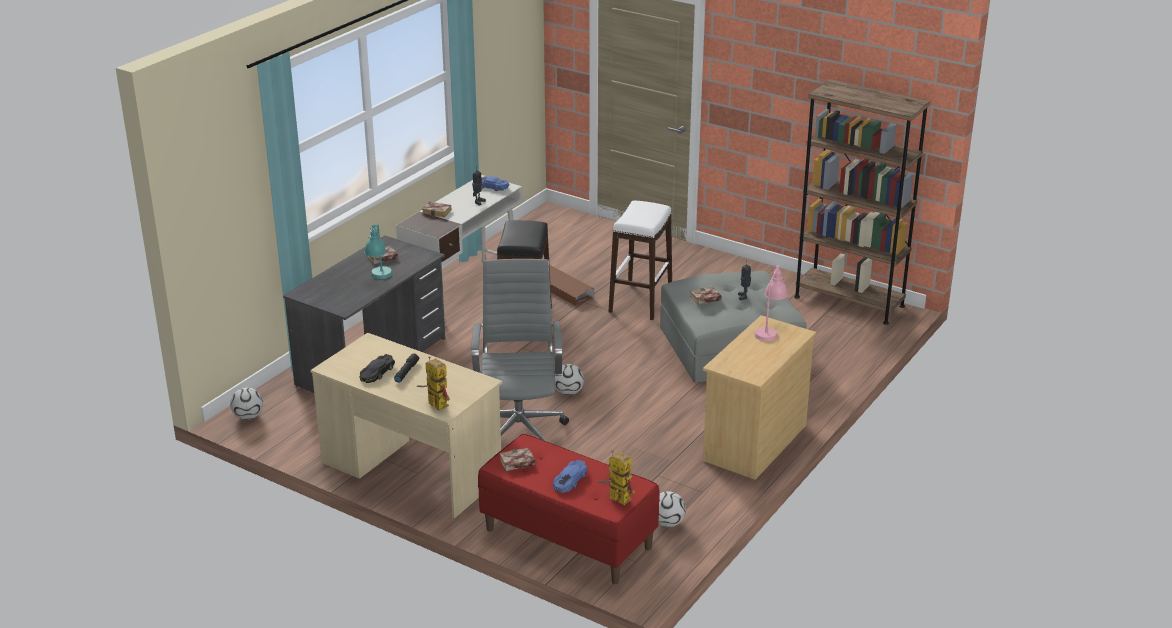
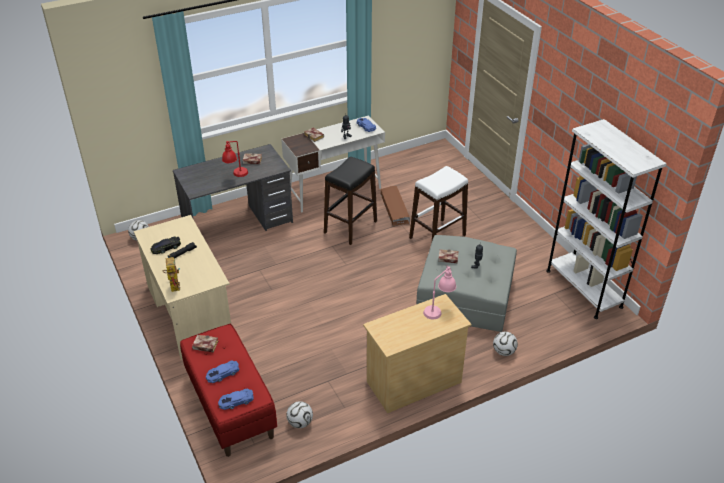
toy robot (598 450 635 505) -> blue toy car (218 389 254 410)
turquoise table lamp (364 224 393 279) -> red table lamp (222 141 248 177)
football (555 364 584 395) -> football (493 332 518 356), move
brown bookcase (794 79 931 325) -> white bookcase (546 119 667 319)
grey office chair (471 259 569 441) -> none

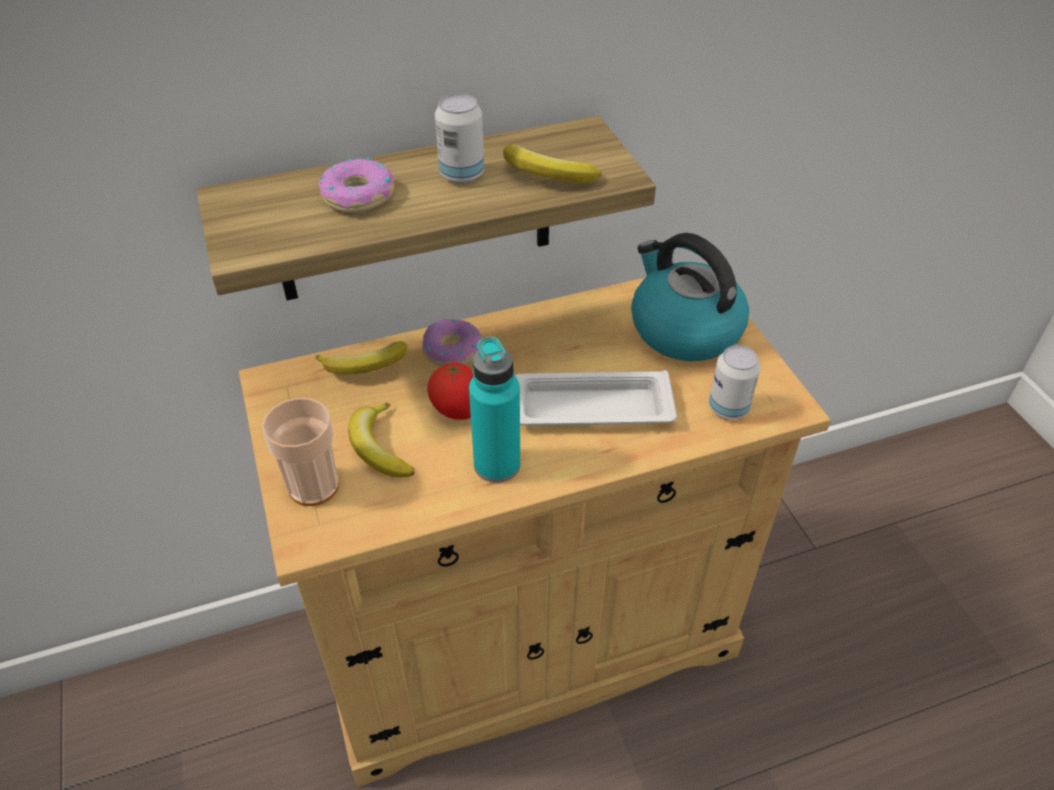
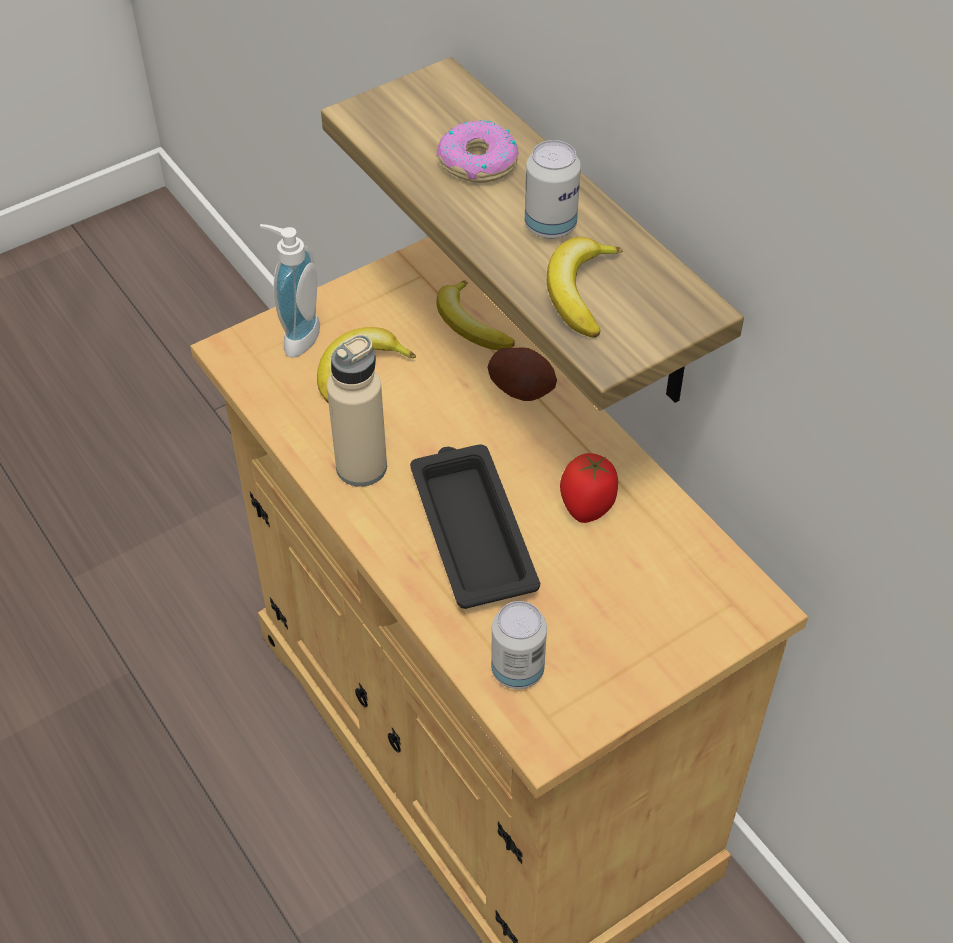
cup (262 398 339 506) -> soap dispenser (260 224 320 357)
turquoise bottle (469 337 520 483) -> beige bottle (327 334 387 487)
white tray (515 370 677 426) -> black tray (410 444 540 609)
donut (422 319 482 367) -> potato (487 347 557 401)
tomato (427 362 473 420) -> tomato (560 453 618 523), move
kettle (631 233 749 361) -> none

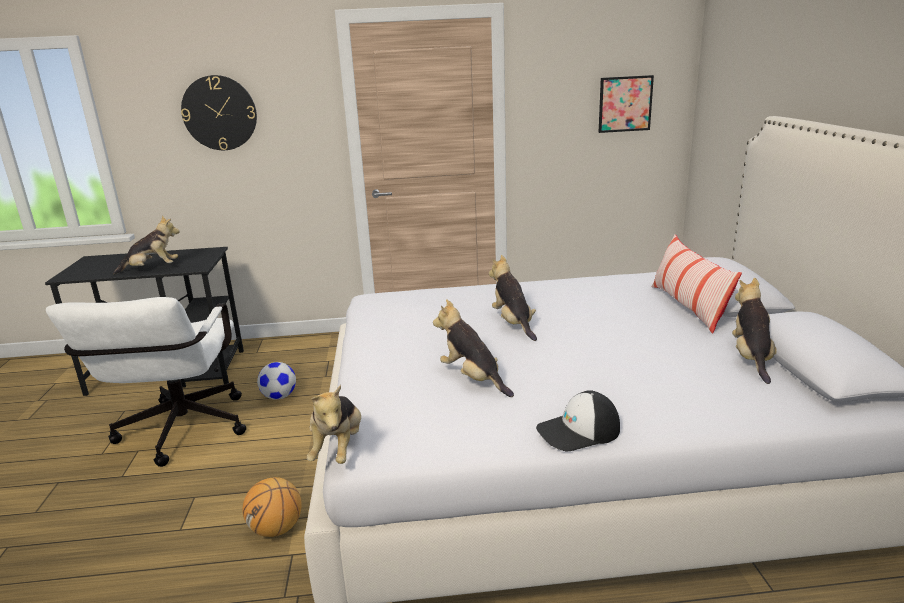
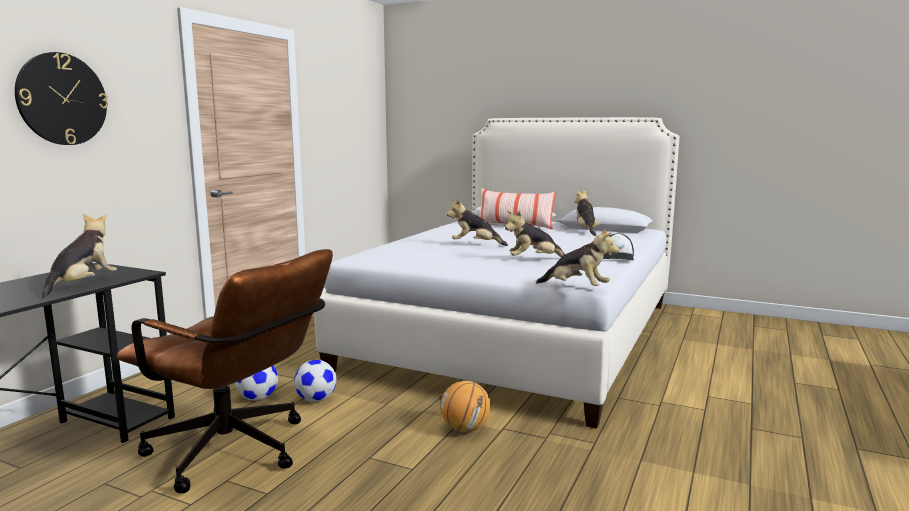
white office chair (46 297 246 467) -> brown office chair (117 249 333 493)
none -> football (294 360 337 402)
plush toy (732 278 777 384) -> plush toy (575 189 601 236), 45 degrees clockwise
picture (598 75 654 133) -> none

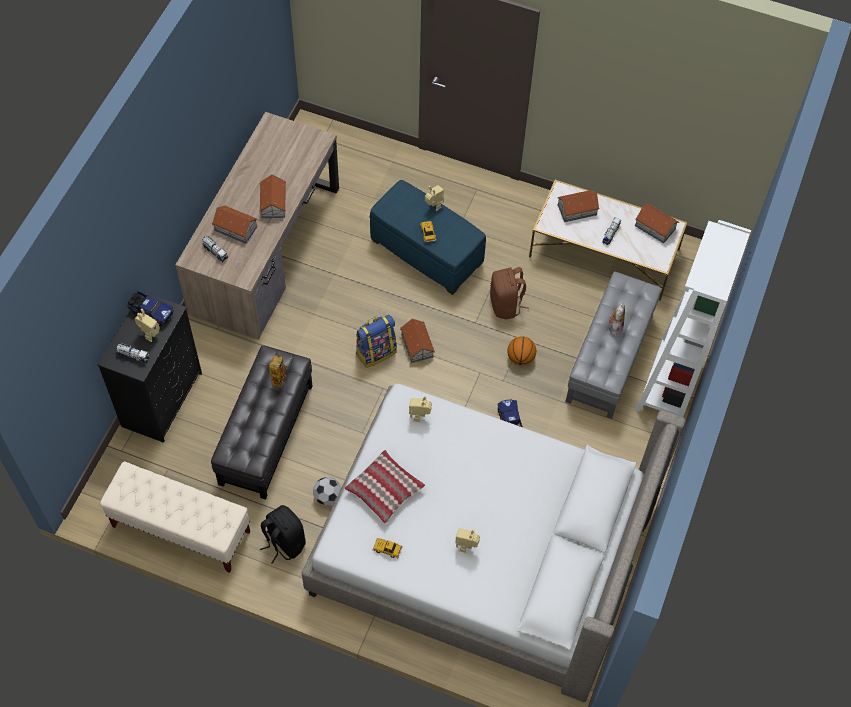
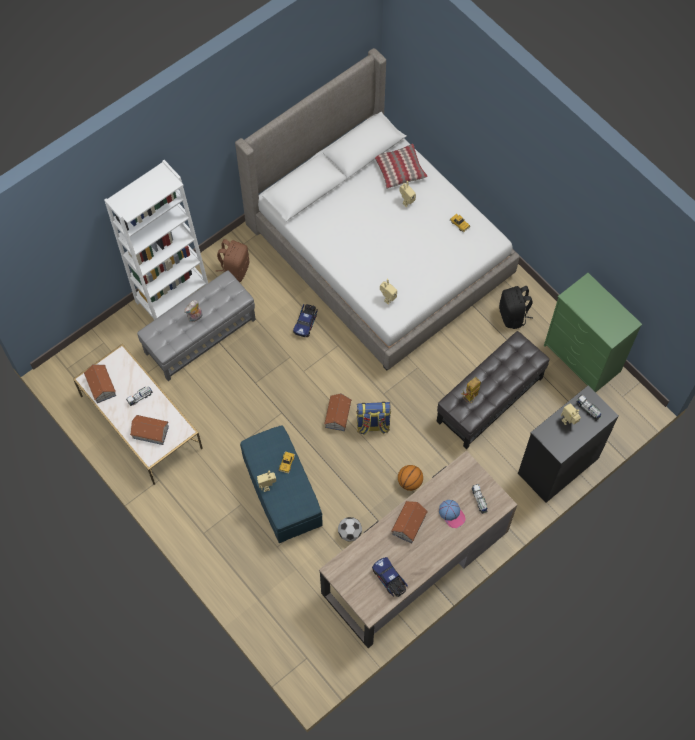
brown backpack (490 267 529 319) -> brown backpack (216 239 249 282), move
football (313 477 341 506) -> football (338 517 362 542), move
toy truck (127 291 174 326) -> toy truck (372 557 408 597), move
pillow (344 450 425 524) -> pillow (375 144 428 189), move
basketball (507 336 536 365) -> basketball (398 465 423 491), move
toy house (212 206 258 244) -> cap (439 500 465 528)
beige bench (100 462 250 573) -> green dresser (544 273 642 392)

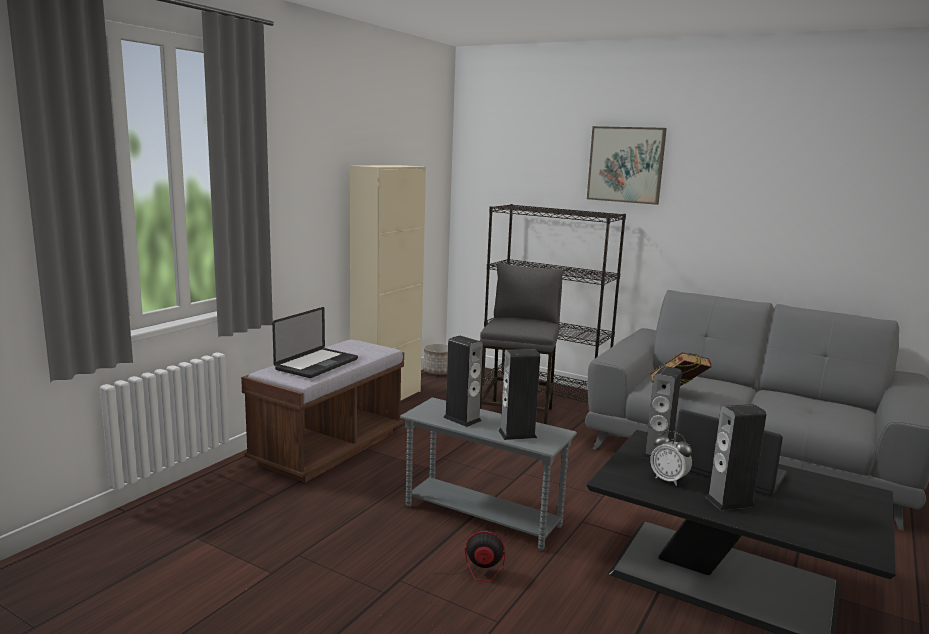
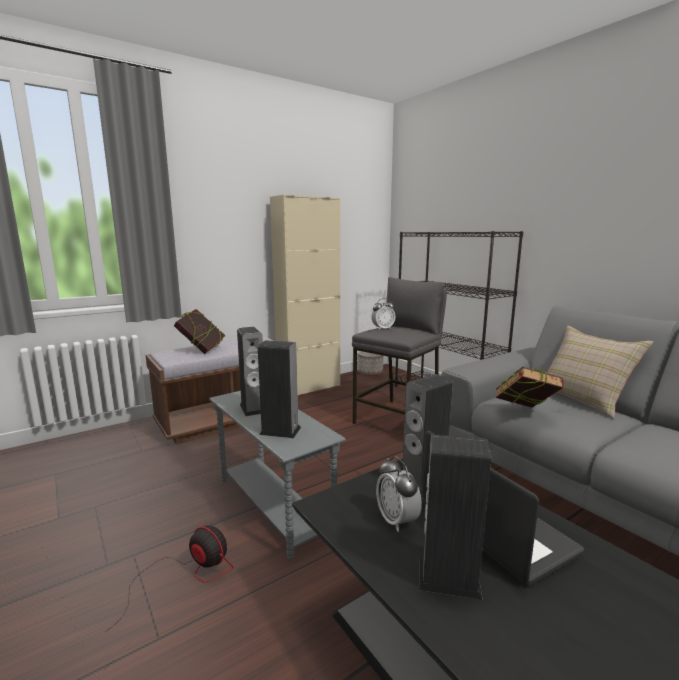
laptop (272 307 358 378) -> book (174 309 225 354)
none -> alarm clock (371 298 395 330)
none -> beige pillow (547 326 653 419)
picture (587 126 667 205) -> none

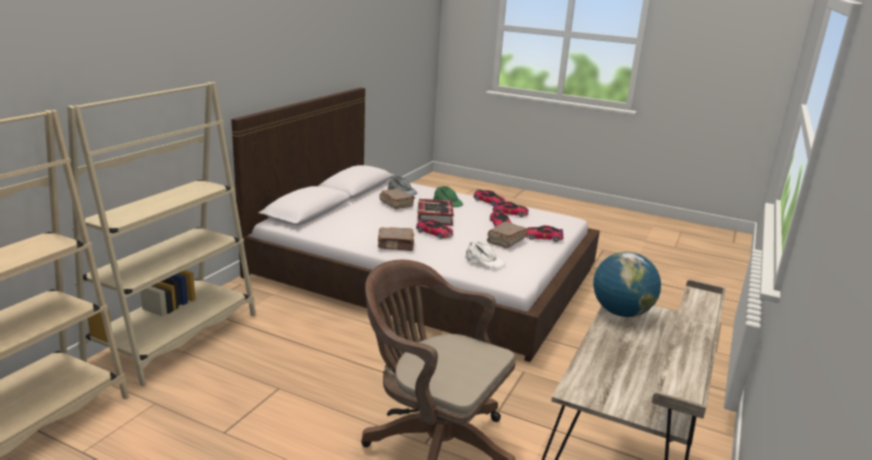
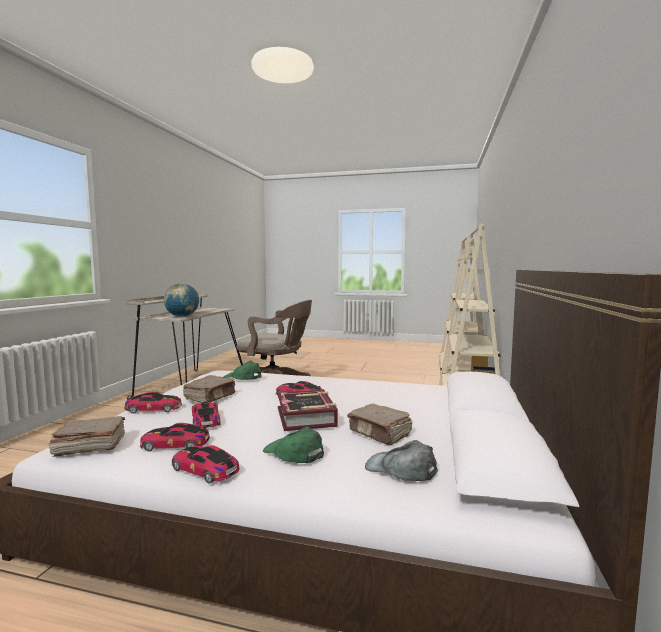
brown book (378 227 414 251) -> brown book (48 416 125 457), move
white cap (466 241 506 268) -> green cap (223 361 261 380)

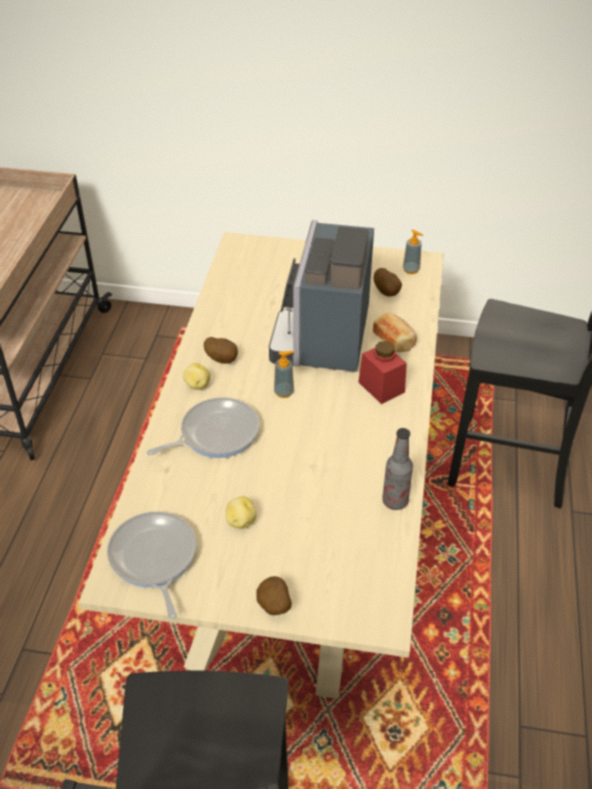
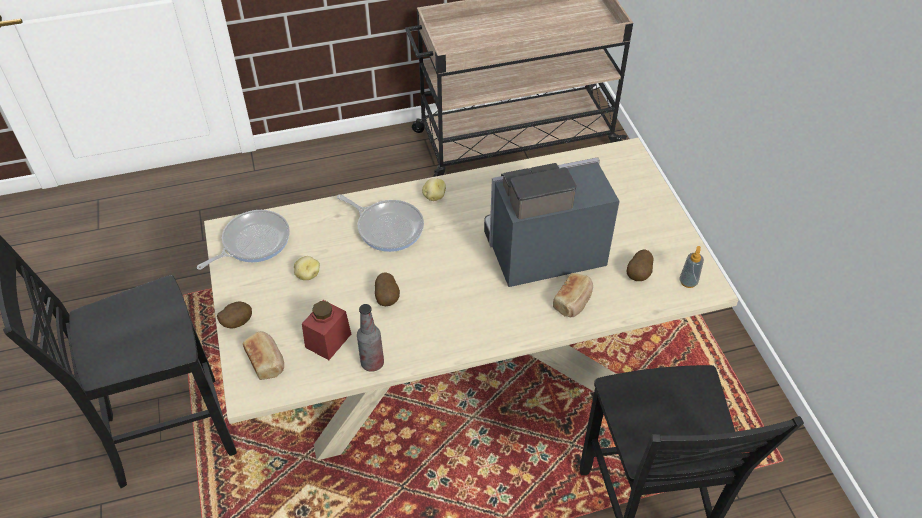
none -> bread (243 332 284 380)
red jar (359 341 407 404) -> red jar (302 300 351 360), move
potato (204 337 238 364) -> potato (375 272 400 306), move
soap dispenser (274 351 294 398) -> none

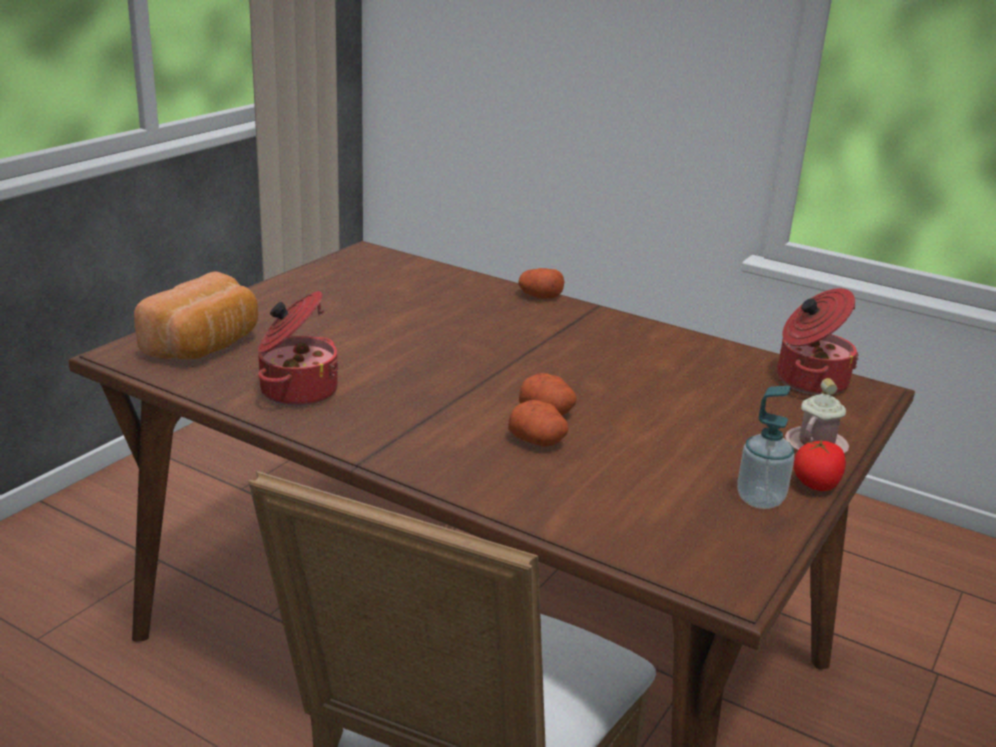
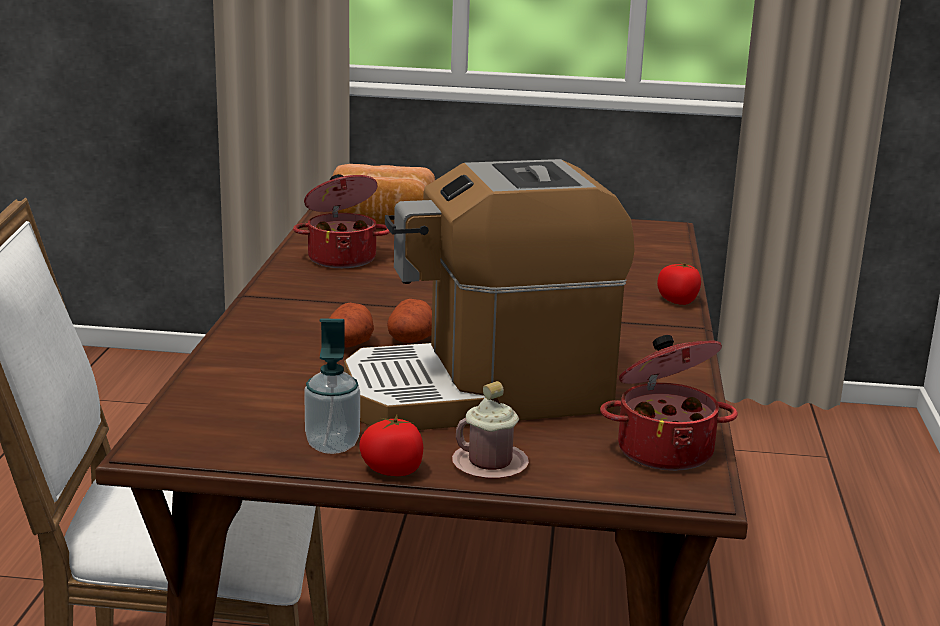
none -> coffee machine (344 159 635 430)
potato (518 268 565 299) -> tomato (657 261 701 305)

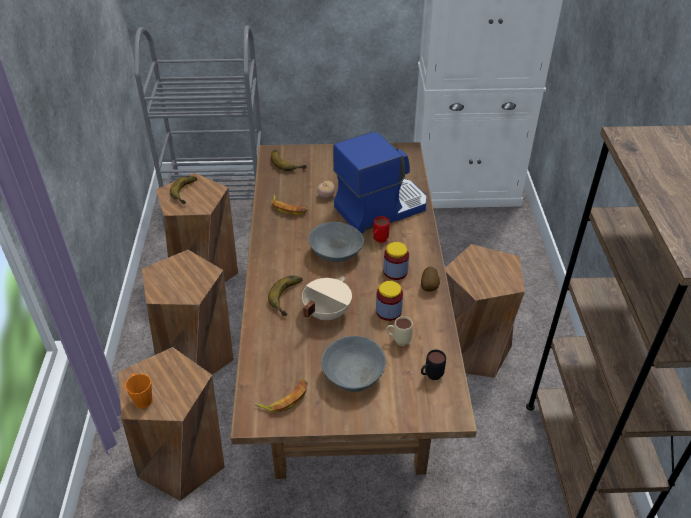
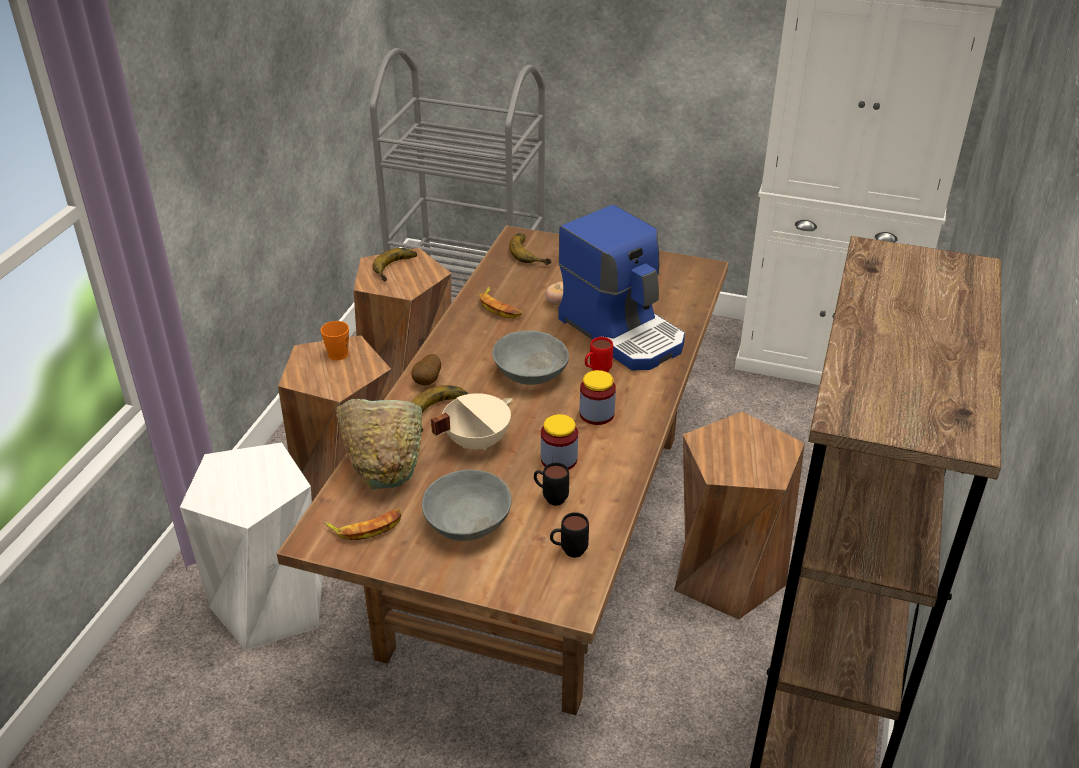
brown stool (119 347 225 501) -> white stool (180 442 323 650)
orange mug (125 373 153 409) -> orange mug (321 321 349 360), move
none -> green bowl (336 399 422 490)
potato (421 267 440 292) -> potato (411 354 441 386), move
beige mug (386 316 413 346) -> black mug (534 462 569 506)
coffee machine (333 131 427 233) -> coffee machine (558 204 685 370), 60 degrees clockwise

